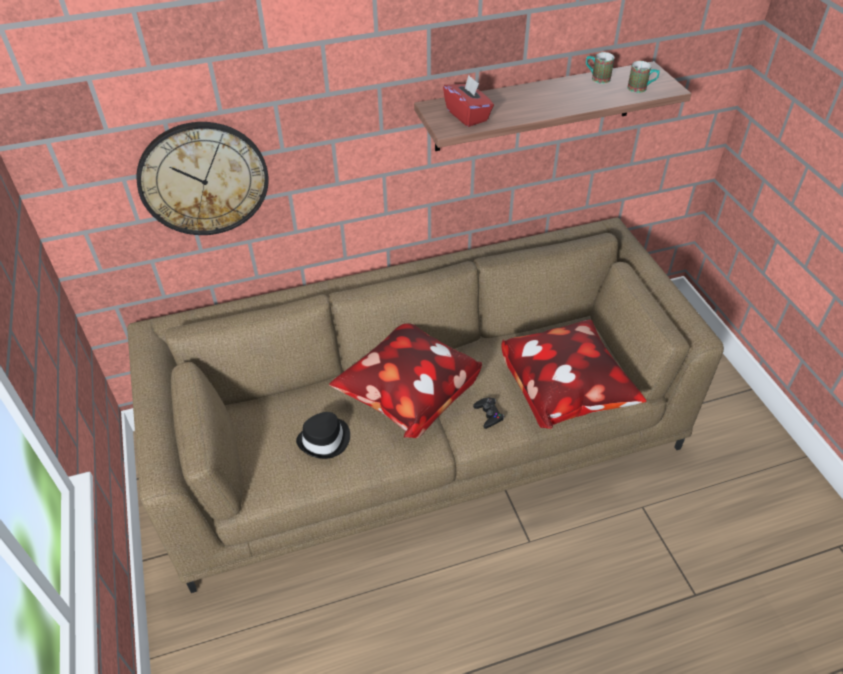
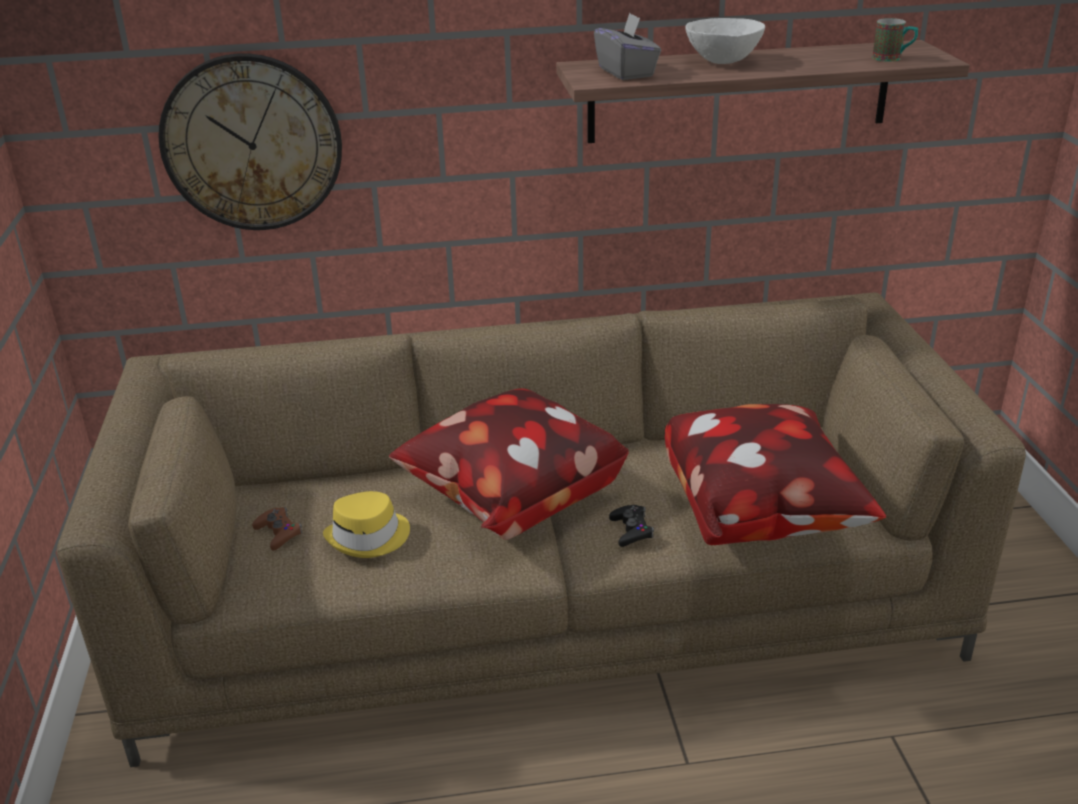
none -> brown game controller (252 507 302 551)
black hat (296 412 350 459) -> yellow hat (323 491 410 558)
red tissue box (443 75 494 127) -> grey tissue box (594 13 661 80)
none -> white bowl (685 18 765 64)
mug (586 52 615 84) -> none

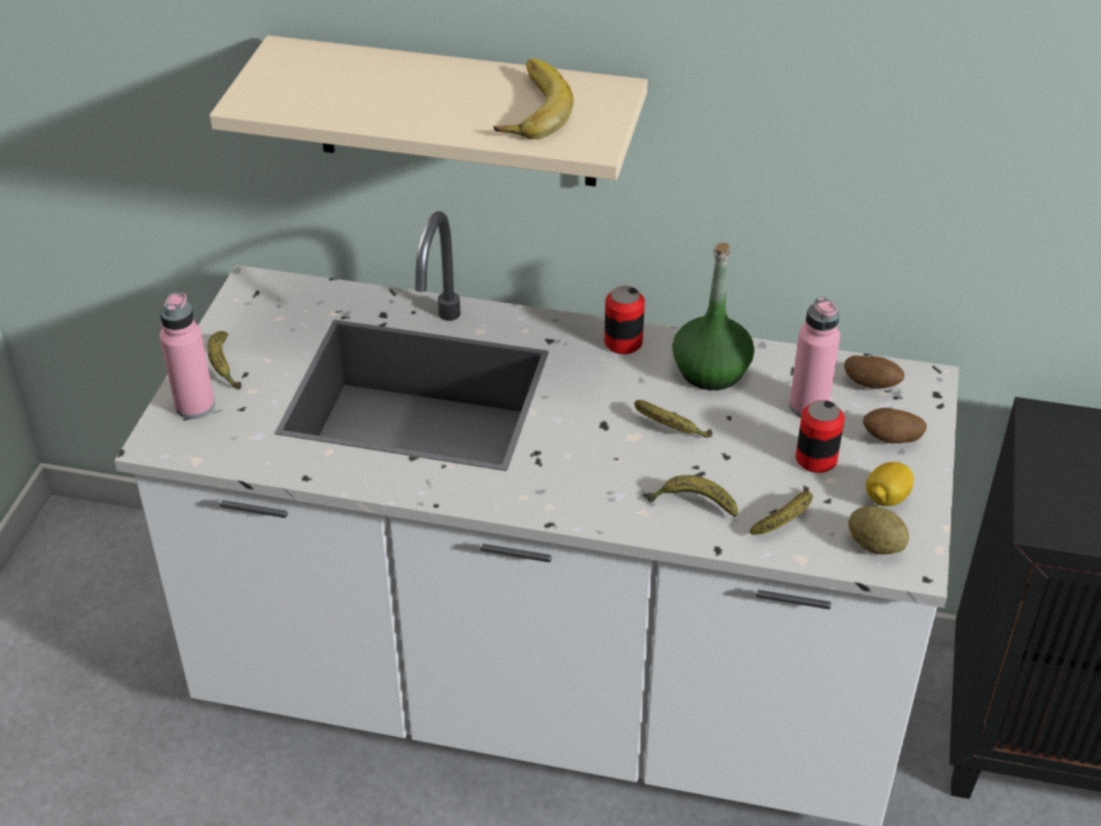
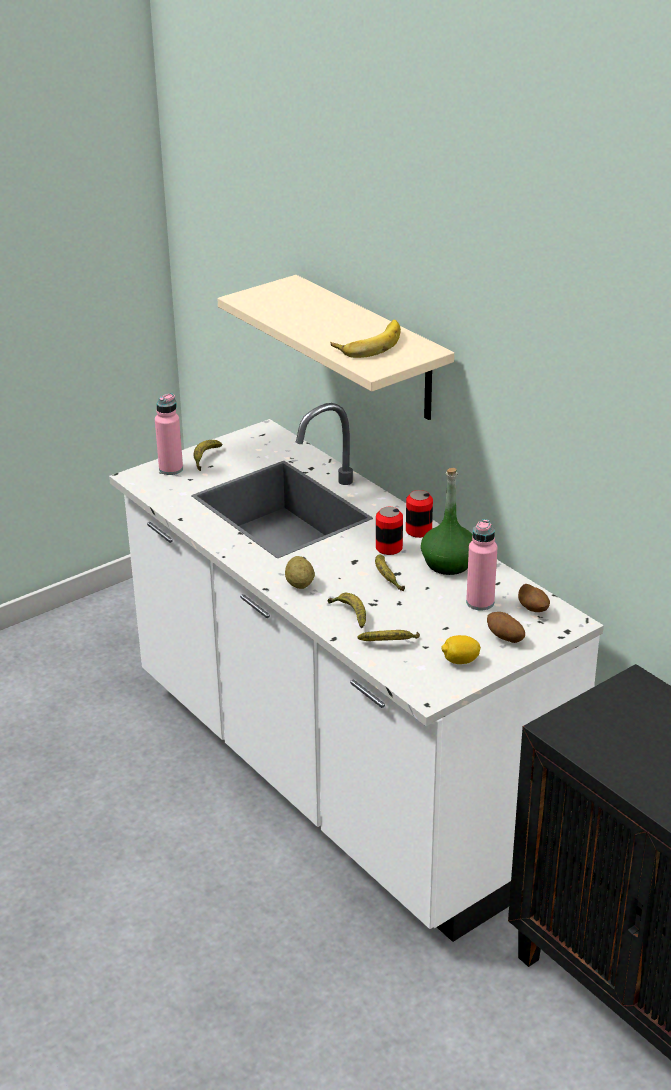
potato (848 506 909 554) -> potato (285 556 315 589), move
can (796 400 845 473) -> can (376 507 403 555), move

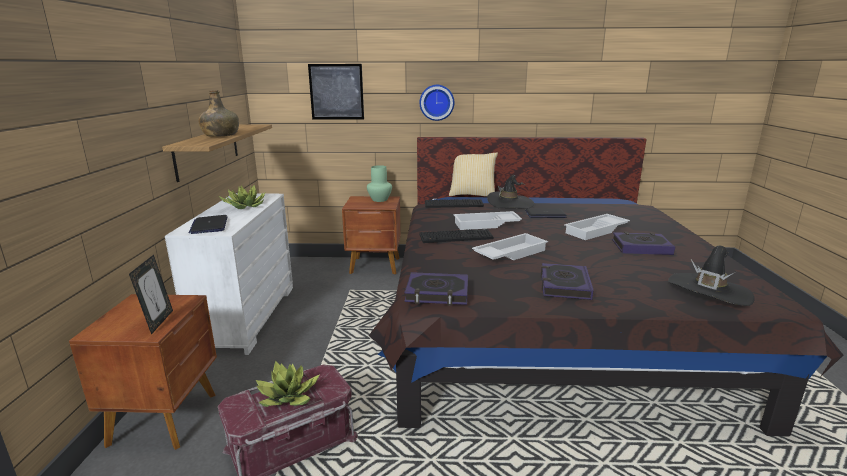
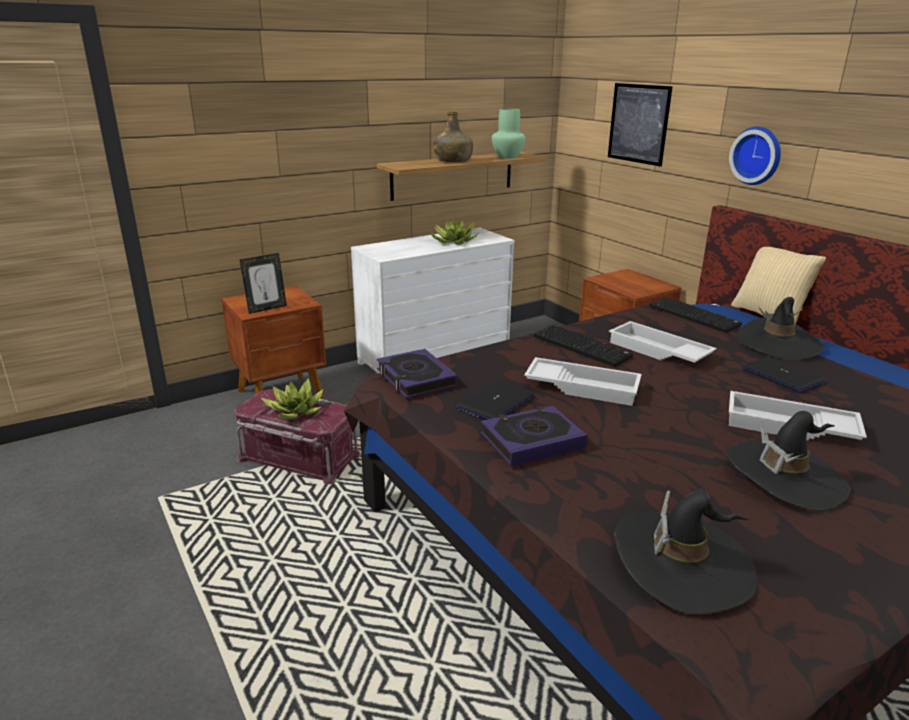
laptop (189 215 227 234) -> laptop (455 381 535 420), move
green vase (367 165 392 202) -> green vase (492 109 526 158), move
book (612 232 675 255) -> black hat (726 411 851 511)

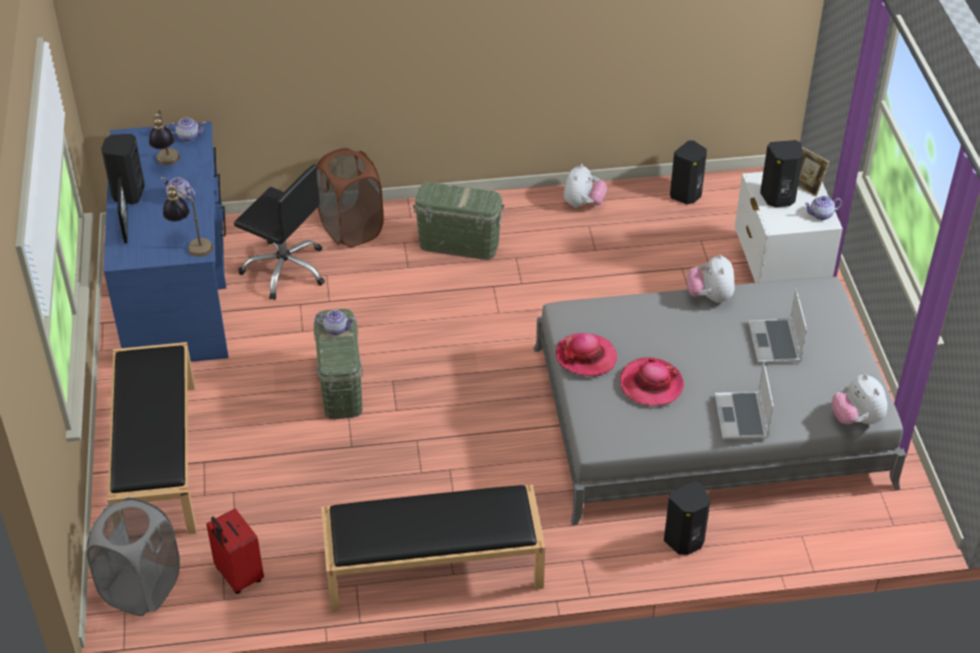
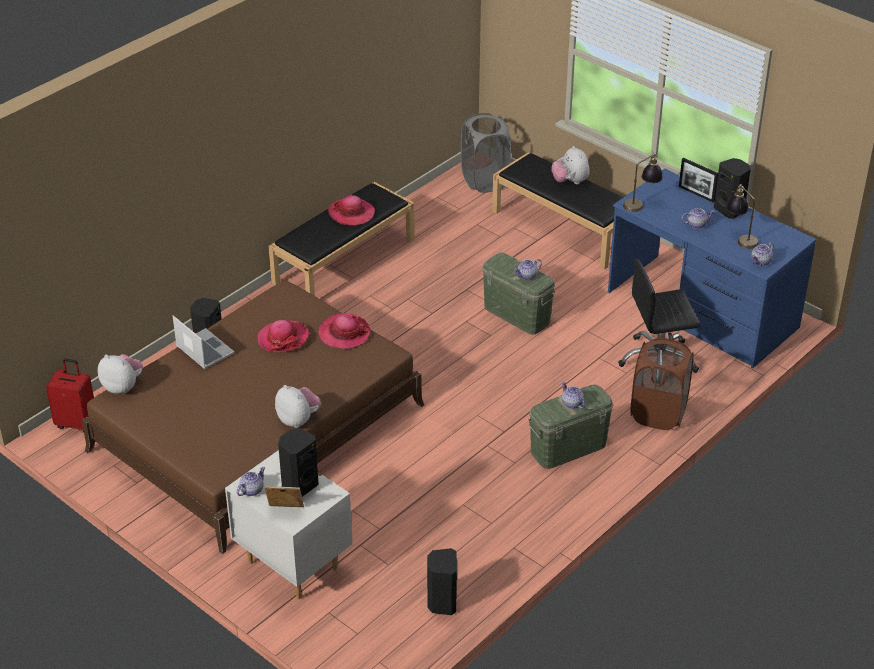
red suitcase (206 509 264 594) -> red suitcase (46 358 94 432), move
grey bed (534 277 906 526) -> brown bed (82 280 425 554)
none -> hat (328 195 375 226)
plush toy (564 164 607 208) -> plush toy (551 146 589 184), move
none -> teapot (562 382 585 409)
laptop (748 289 807 363) -> none

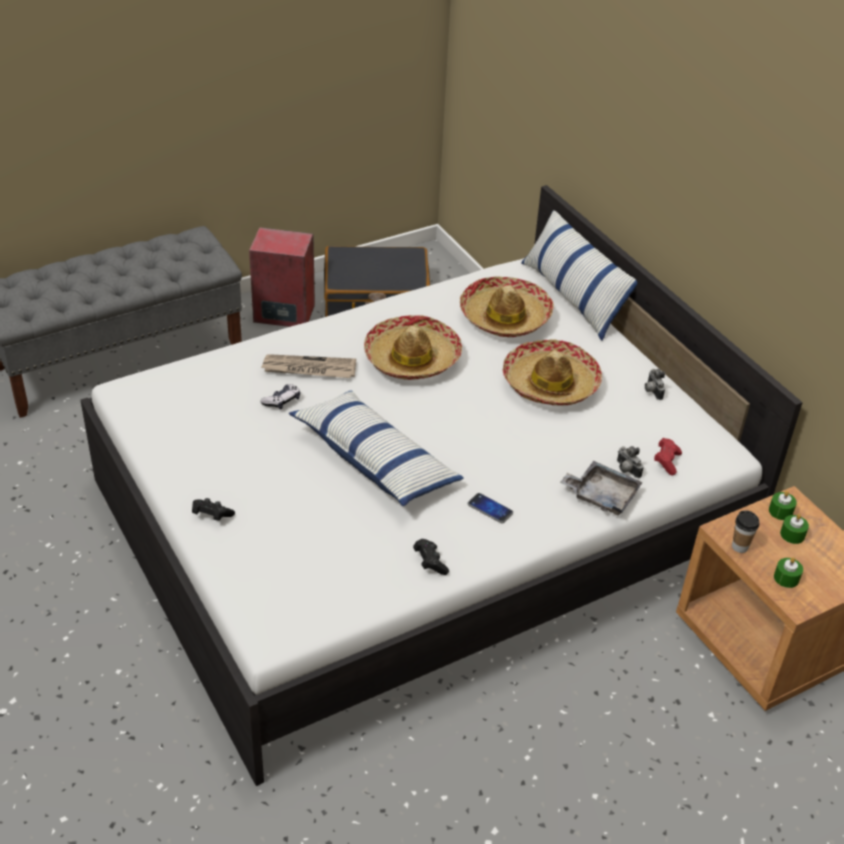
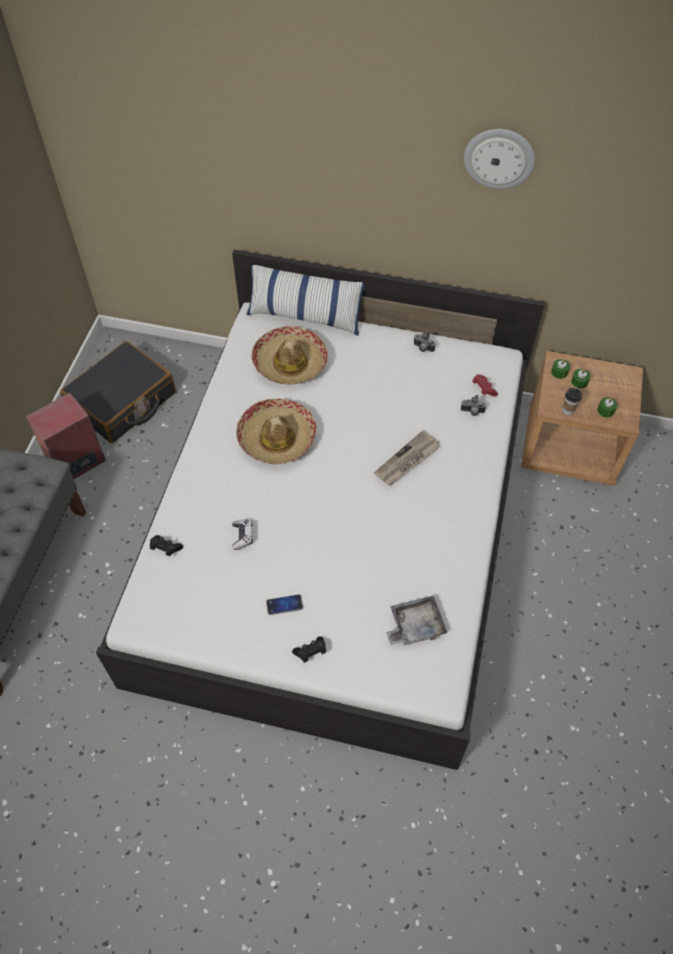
black game controller (413 539 449 575) -> black game controller (150 535 183 556), move
phone (468 493 513 523) -> phone (266 594 303 615), move
newspaper (261 354 356 378) -> newspaper (374 430 440 485), move
grey tray (560 461 643 515) -> grey tray (386 596 448 645), move
none -> wall clock (464 129 535 189)
pillow (289 391 464 506) -> none
hat (502 339 602 406) -> none

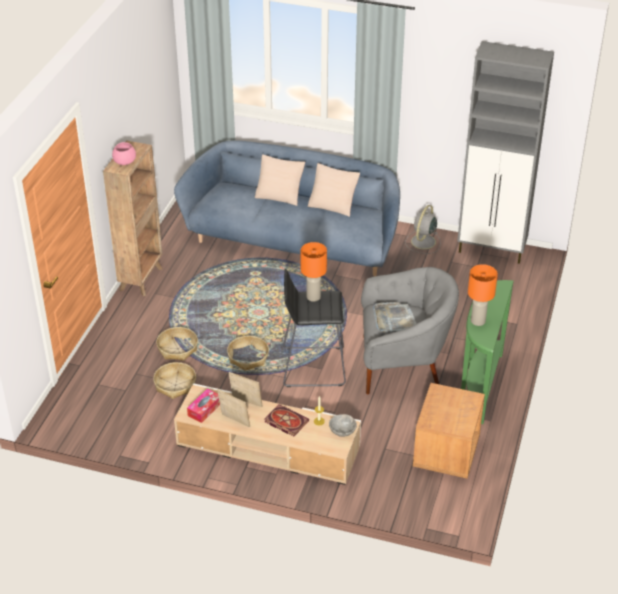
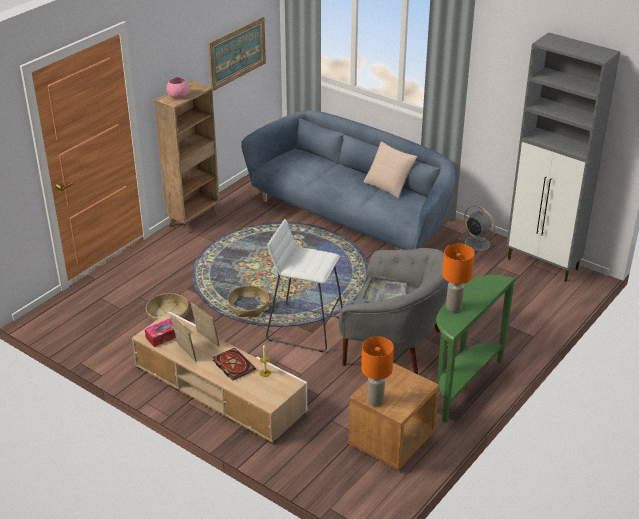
none -> picture (208 17 266 91)
black stool (283 269 346 387) -> white stool (266 219 343 352)
orange table lamp (301 242 327 302) -> orange table lamp (361 336 394 406), move
grey fan (405 205 440 254) -> grey fan (457 205 496 254), 90 degrees clockwise
basket (156 327 198 361) -> none
beige pillow (255 154 305 206) -> none
grey bowl (329 414 357 437) -> none

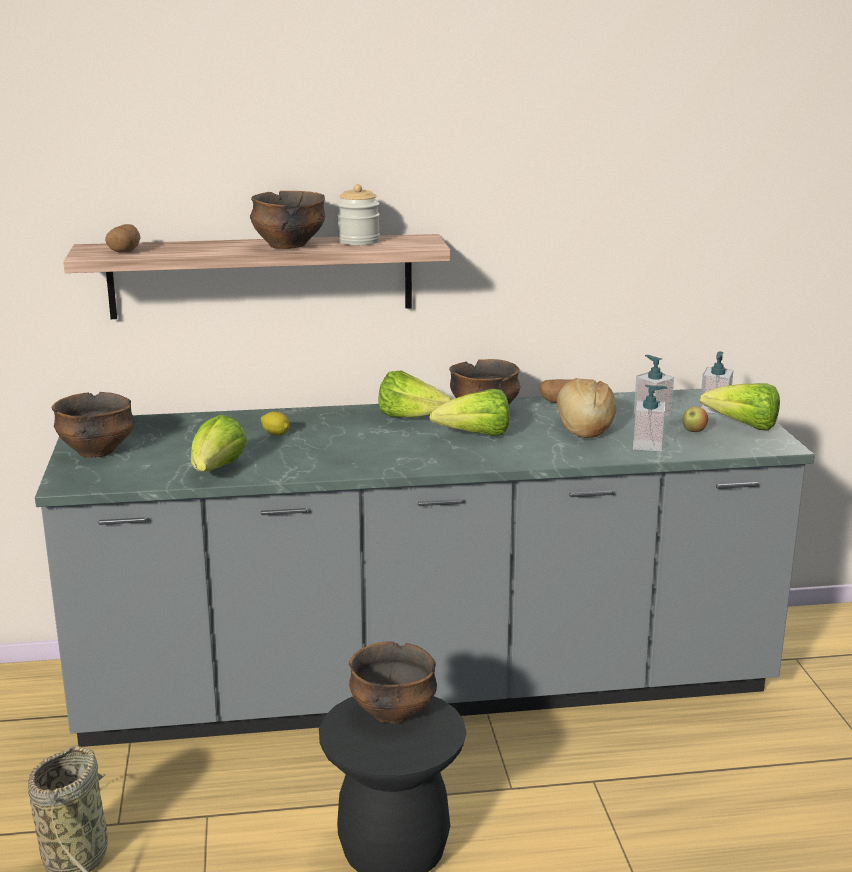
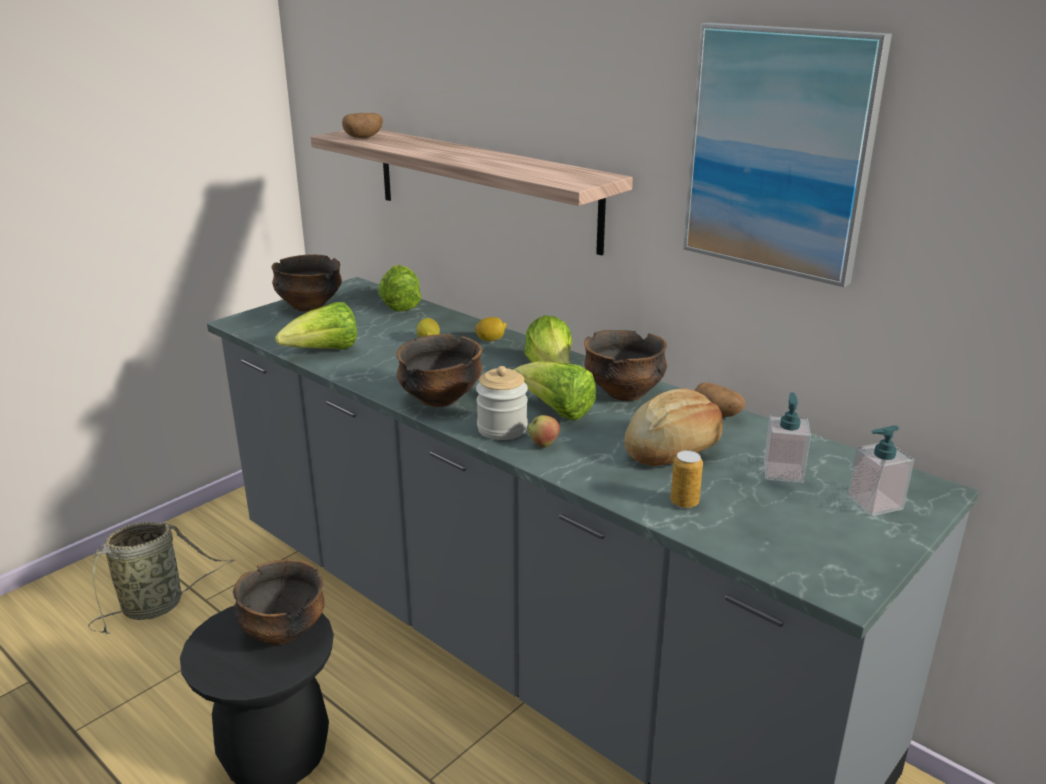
lettuce (699 383 780 431) -> lettuce (378 265 421 312), move
bowl (250 191 325 249) -> bowl (396 334 482 407), move
none -> lemon (475 317 507 341)
jar (337 184 380 245) -> jar (476 366 528 440), move
apple (683 407 708 432) -> apple (528 415 560 448), move
soap dispenser (633 385 667 451) -> can (671 450 703 509)
none -> picture (683 23 892 287)

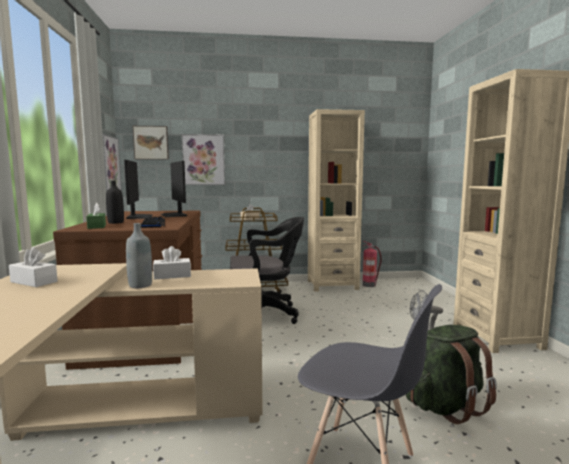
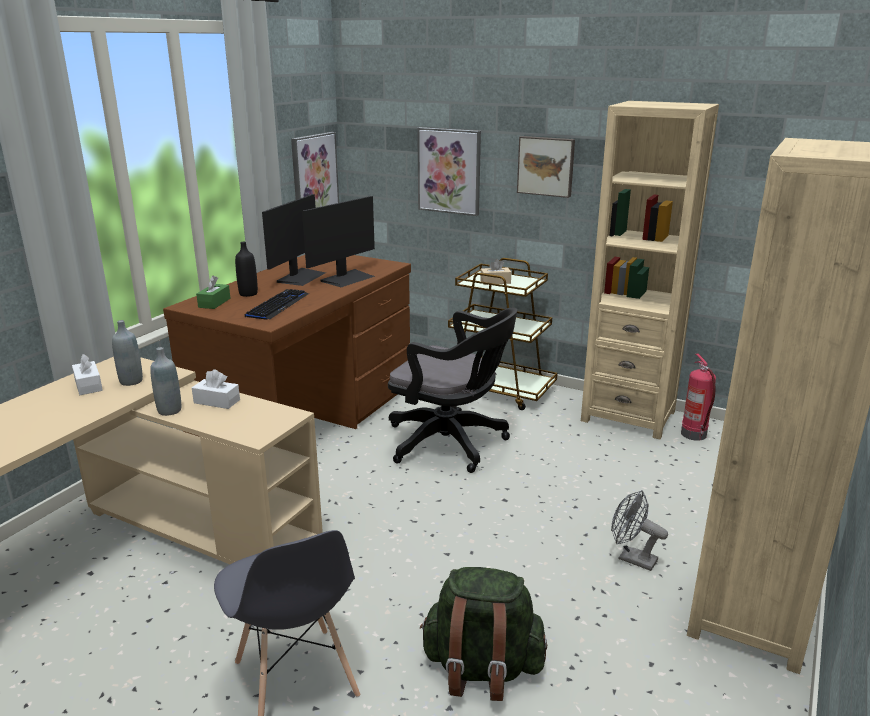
none -> grey bottle (112 320 143 386)
monitor (161 161 187 217) -> monitor (302 196 375 287), 150 degrees counterclockwise
picture (133 126 169 160) -> picture (517 136 575 198), move

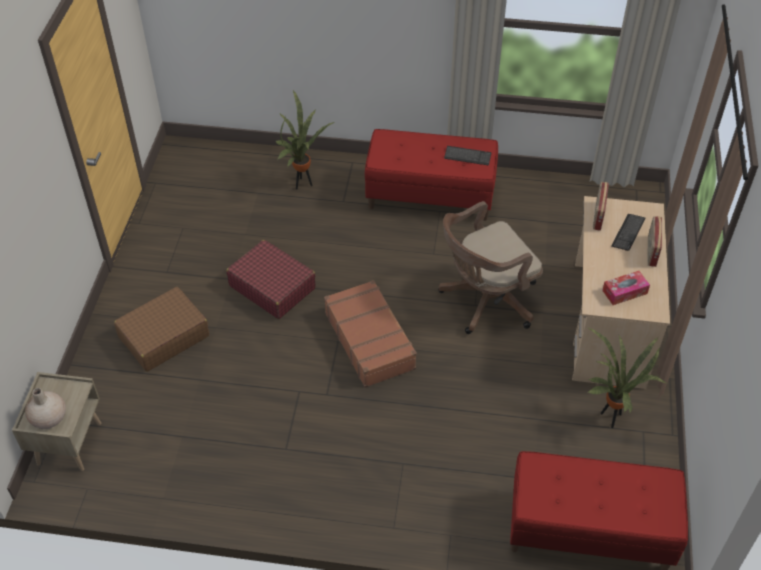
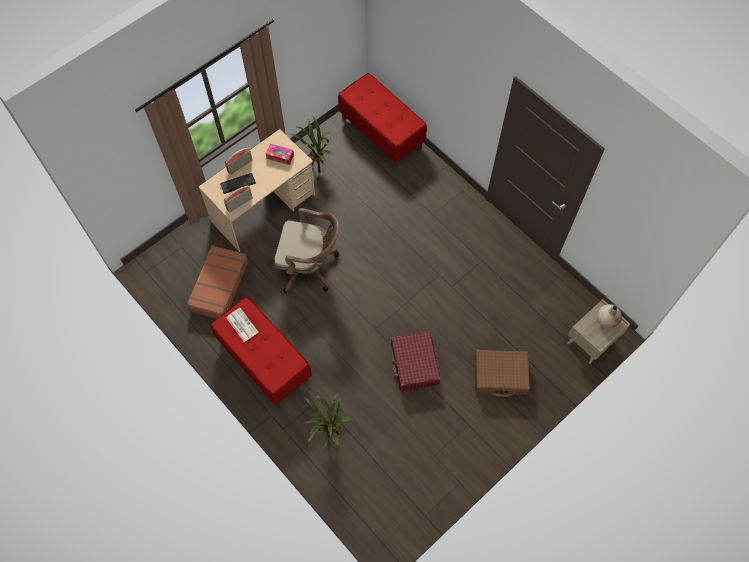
brown suitcase (324 280 417 388) -> brown suitcase (187 245 248 319), move
keyboard (444 146 491 166) -> newspaper (226 308 258 342)

